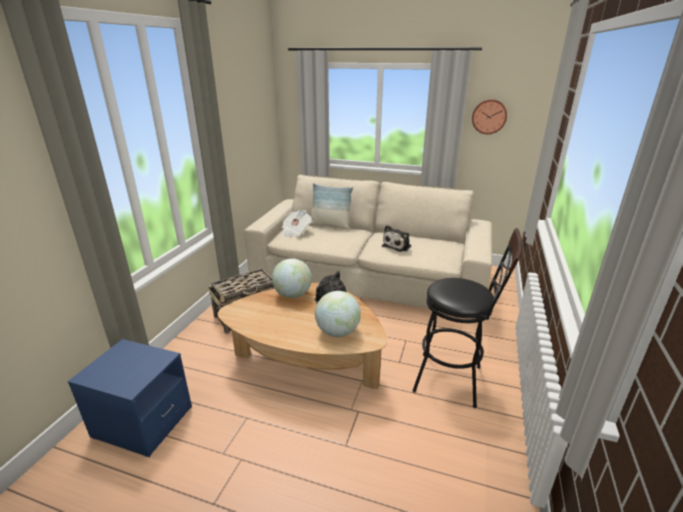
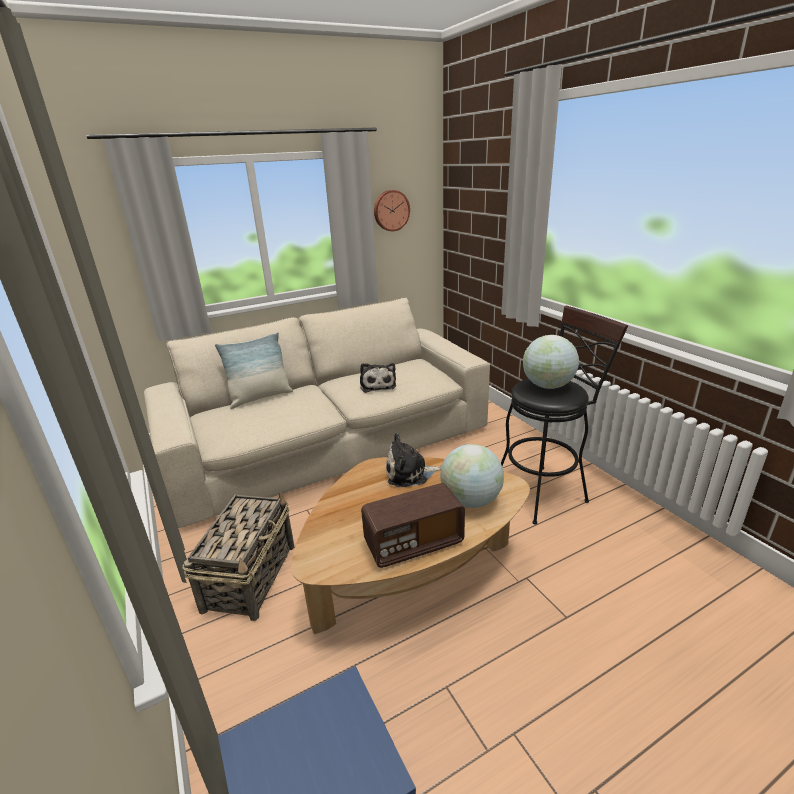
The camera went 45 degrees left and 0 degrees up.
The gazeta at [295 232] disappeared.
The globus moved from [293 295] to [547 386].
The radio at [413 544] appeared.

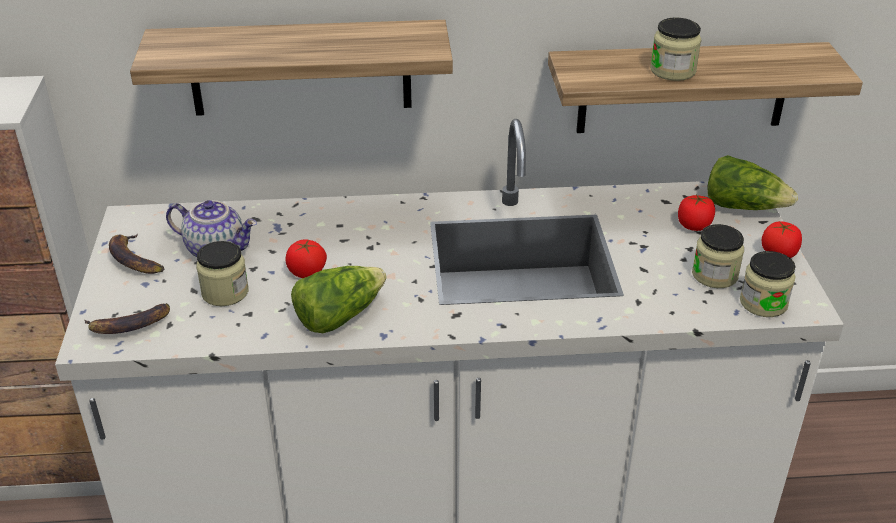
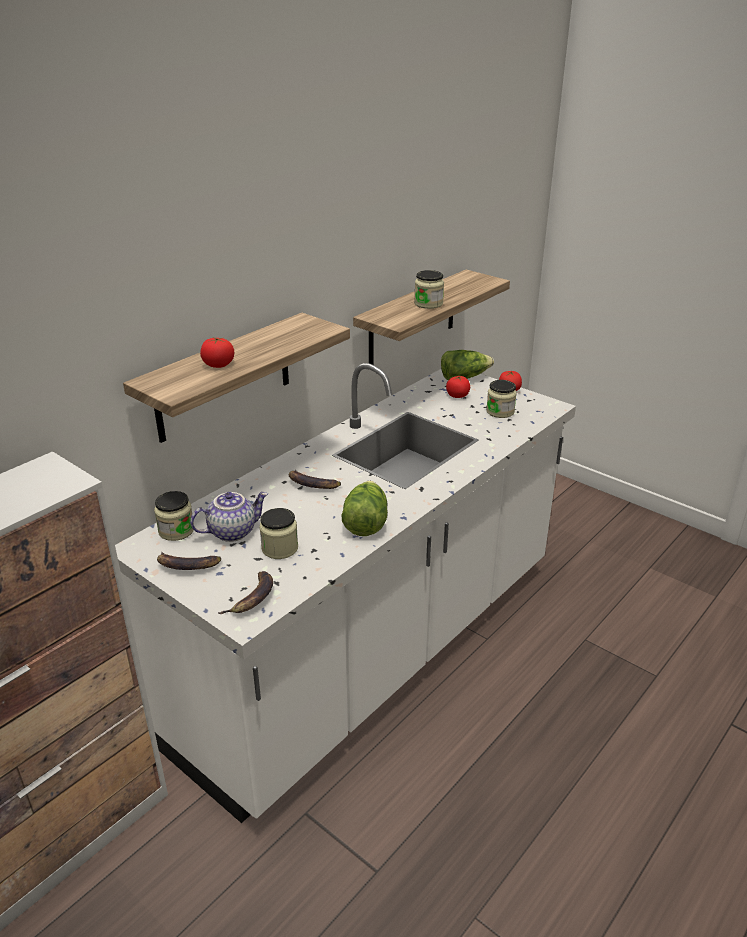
The camera went 45 degrees left and 5 degrees down.
The pomidor moved from [307 272] to [218 364].
The słoik moved from [763 303] to [176 530].
The banan at [311 484] appeared.

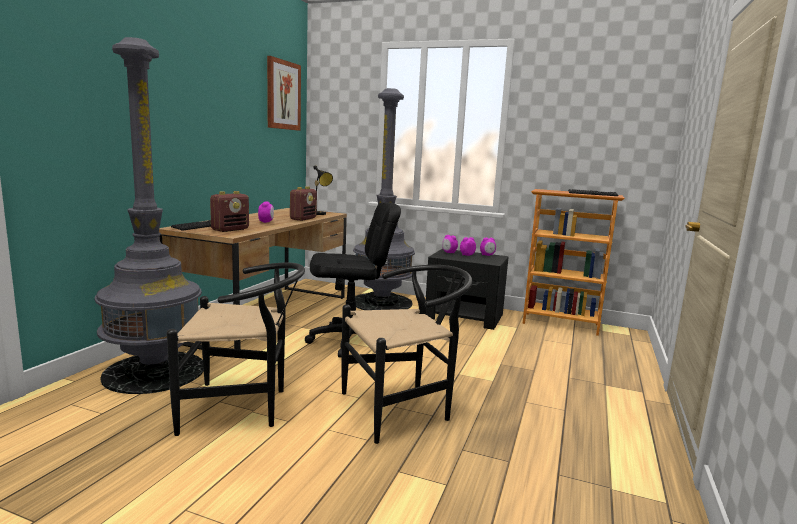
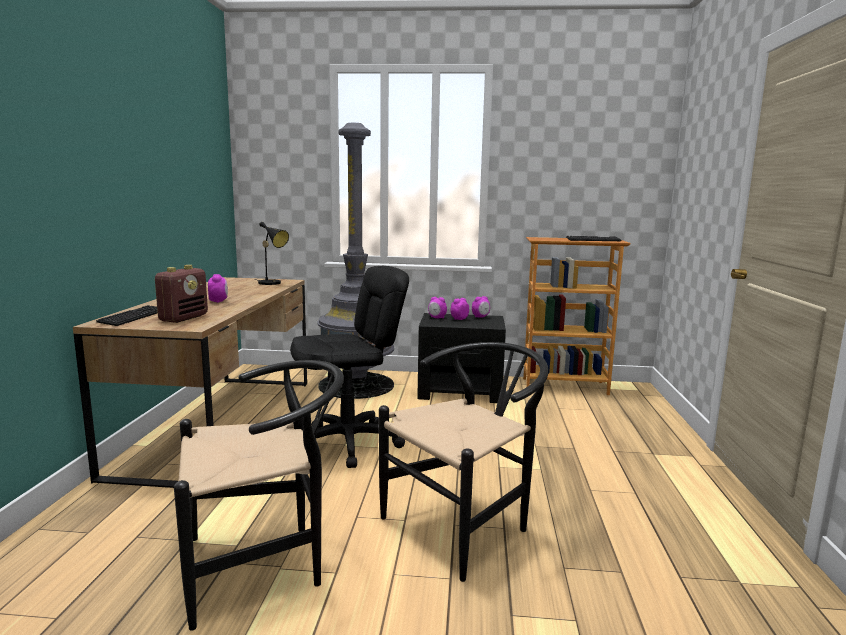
The camera went 15 degrees left and 0 degrees up.
The lampa stojąca (szary) at [154 371] disappeared.
The obraz at [283 95] disappeared.
The radio at [303 219] disappeared.

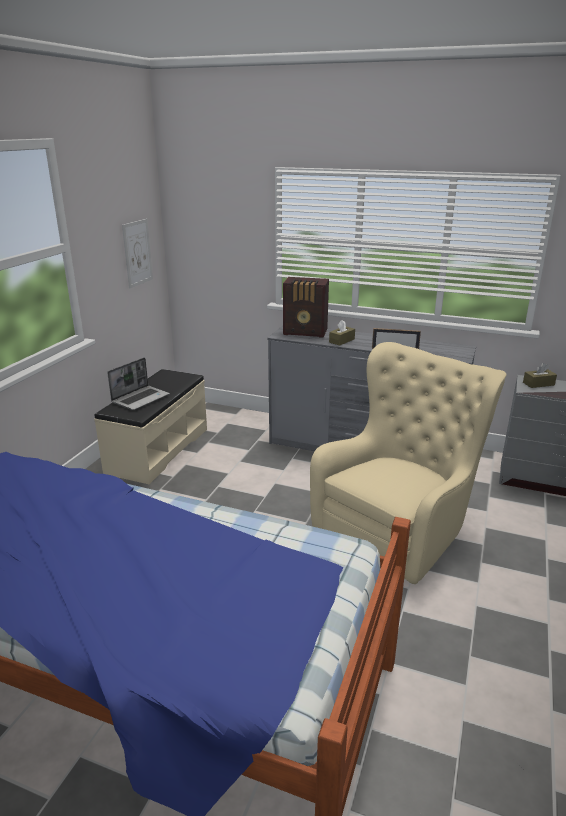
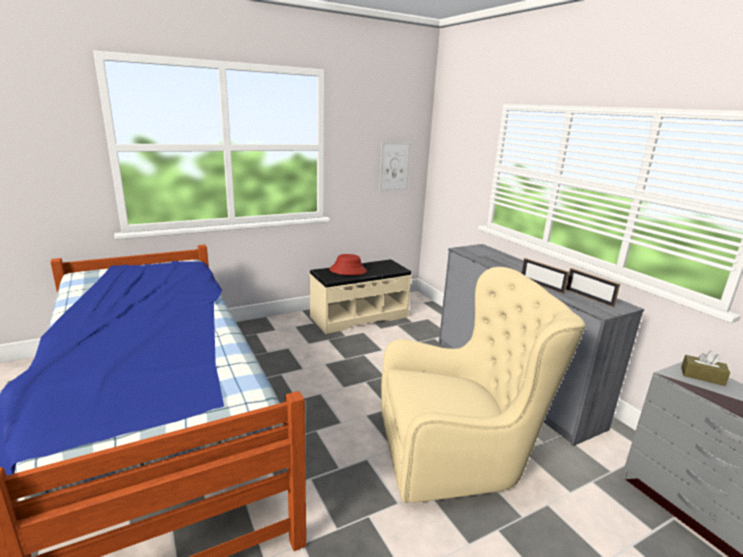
The camera went 40 degrees right and 5 degrees down.
The radio at [306 332] disappeared.
The pudełko chusteczek (brązowy) at [341 341] disappeared.
The laptop at [141 398] was replaced by the kapelusz (czerwony) at [348 270].
The ramka na zdjęcie at [588 298] appeared.

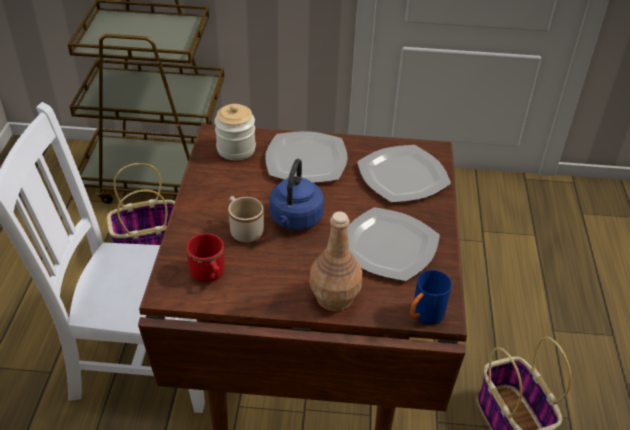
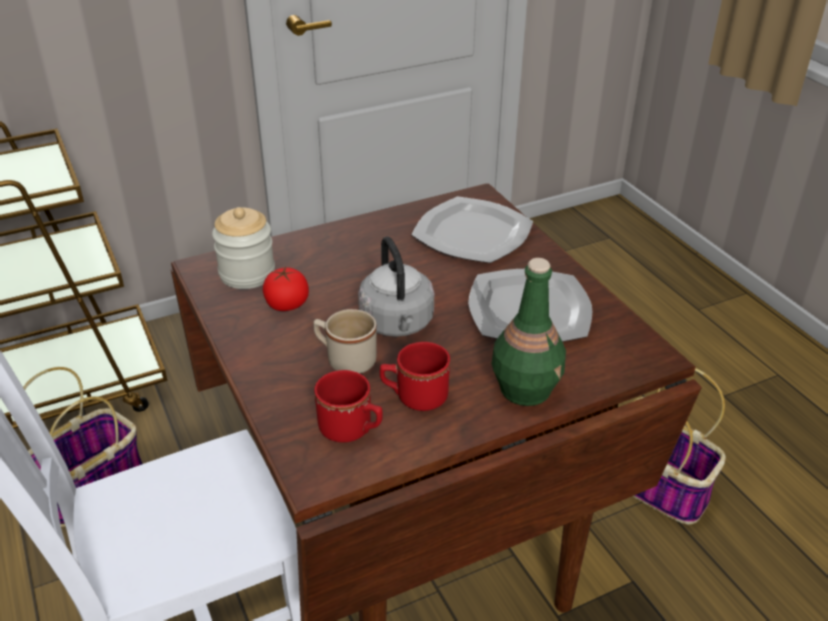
The camera went 30 degrees left and 5 degrees down.
The talerz at [307 159] disappeared.
The czajnik (niebieski) at [295 220] became the czajnik (szary) at [397 324].
The butelka (brązowy) at [335 297] became the butelka (zielony) at [525 388].
The kubek (niebieski) at [424 316] disappeared.
The pomidor at [287 305] appeared.
The kubek (czerwony) at [414 397] appeared.

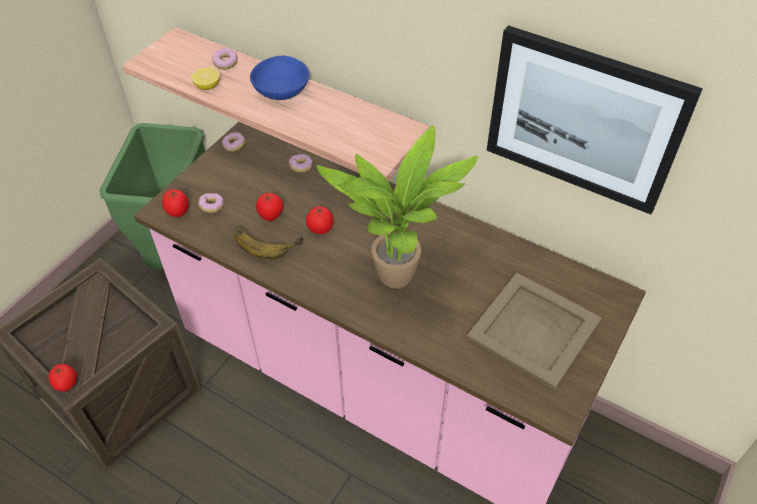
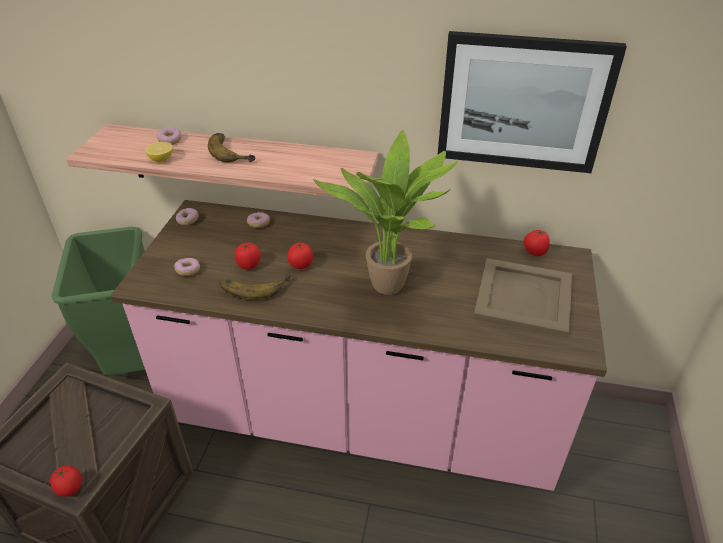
The camera went 20 degrees left and 10 degrees down.
The miska (niebieski) at [281 91] was replaced by the banan at [233 151].
The pomidor moved from [178 212] to [534 252].

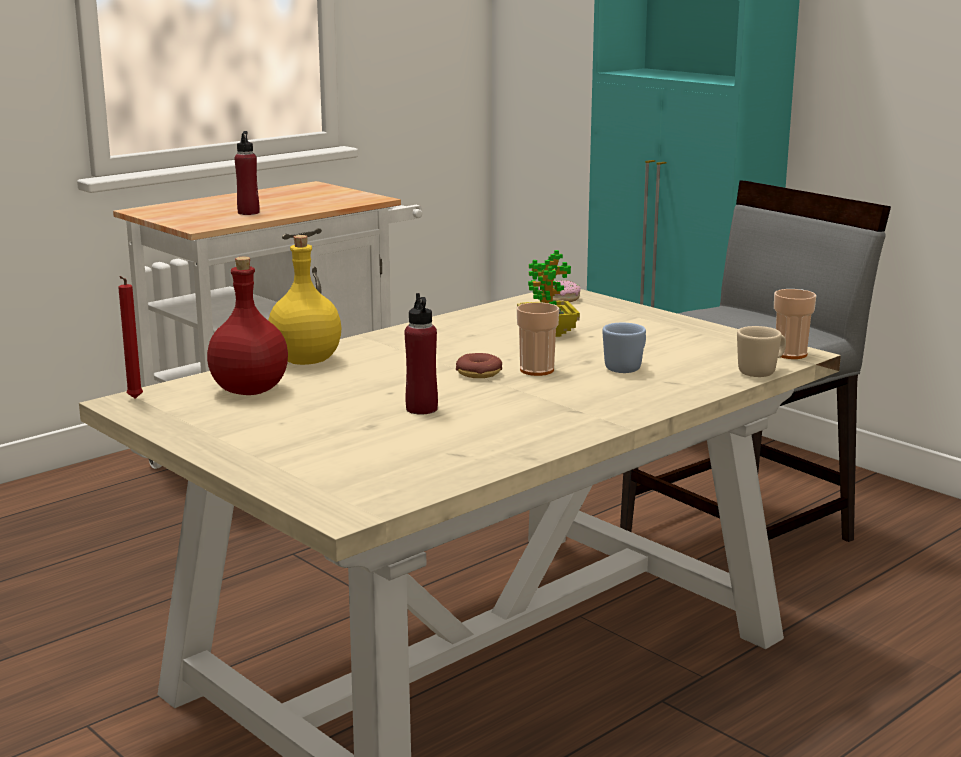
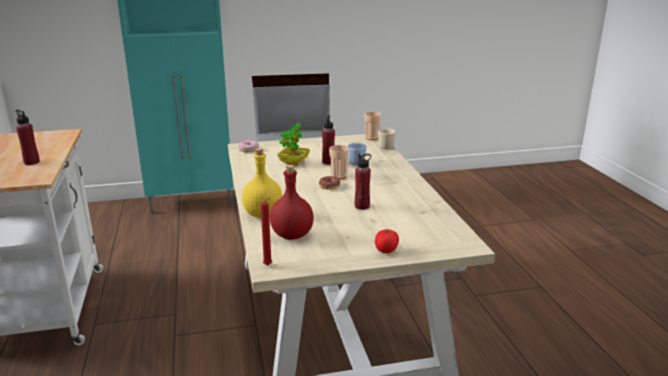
The camera went 60 degrees left and 5 degrees up.
The butelka (czerwony) at [328 162] appeared.
The pomidor at [386 250] appeared.

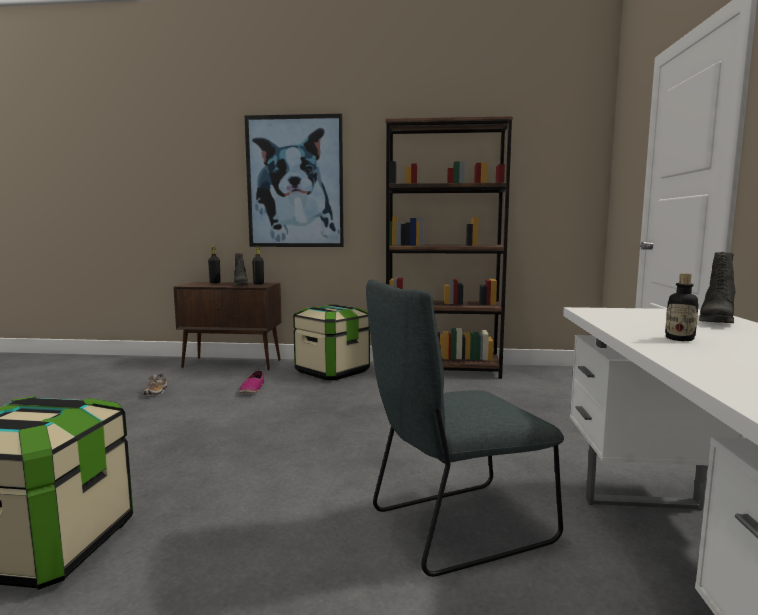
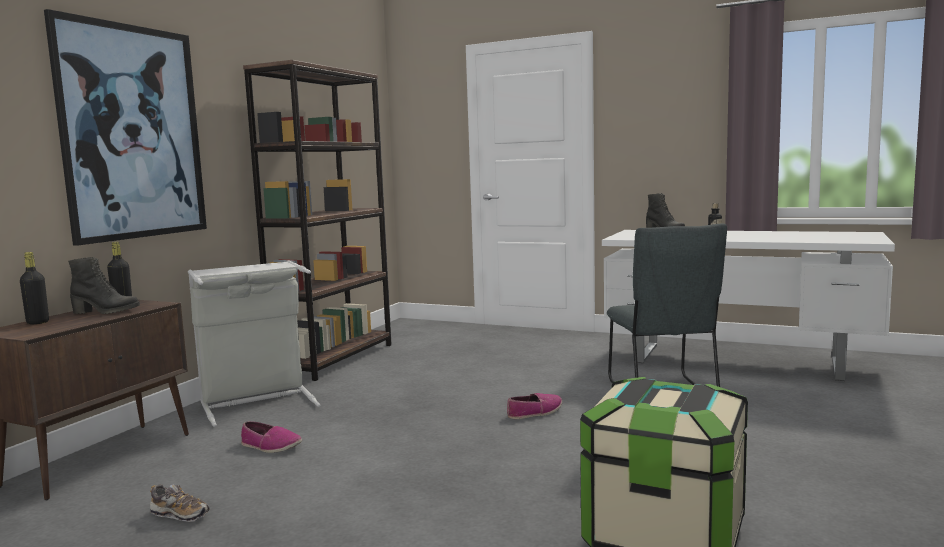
The camera went 70 degrees left and 0 degrees up.
The pojemnik do przechowywania at [332 371] was replaced by the kosz na pranie (szary) at [257 401].
The but at [535 412] appeared.

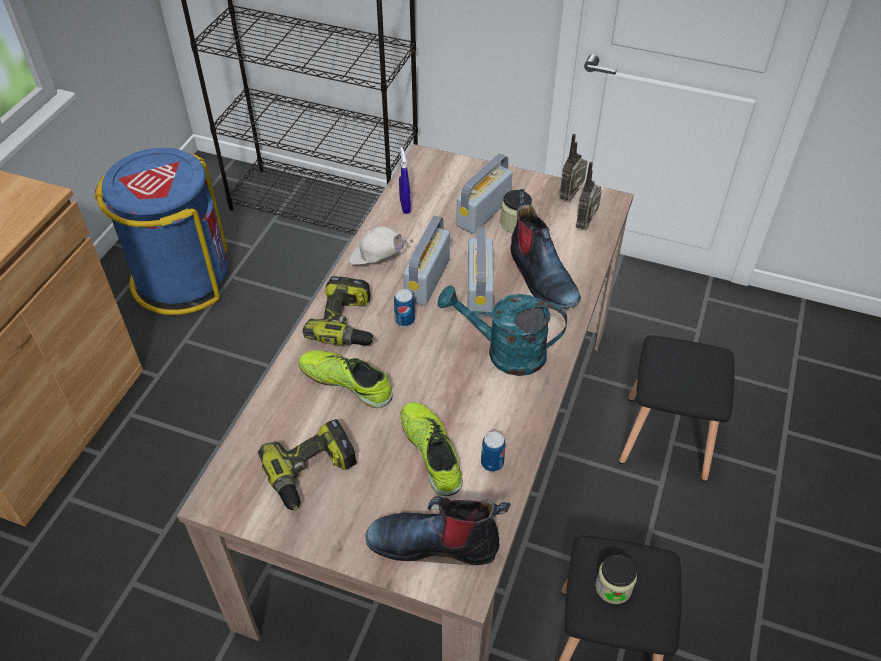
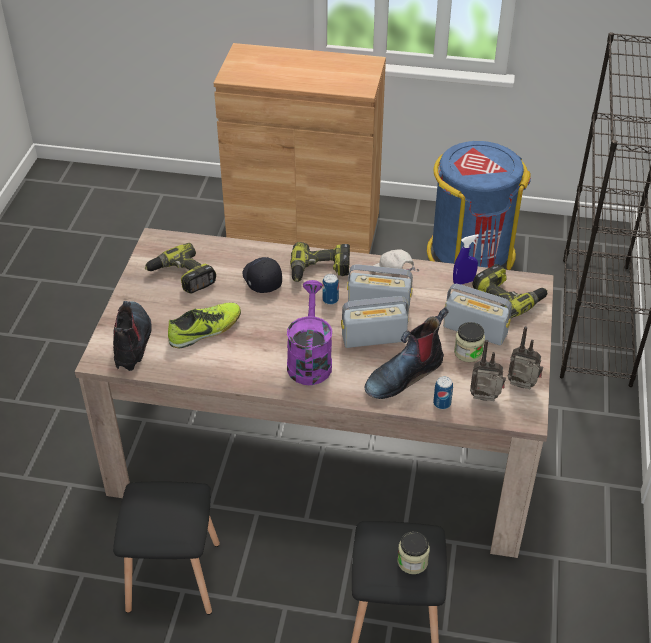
The camera went 80 degrees right and 5 degrees down.
The czapka z daszkiem (biały) at [377 260] turned 45 degrees counterclockwise.
The konewka (turkusowy) at [505 352] became the konewka (fioletowy) at [309 360].
The but at [346 383] was replaced by the czapka z daszkiem (czarny) at [261 279].
The puszka moved from [492 463] to [442 403].
The słoik moved from [613 587] to [412 561].
The wiertarka at [508 298] appeared.

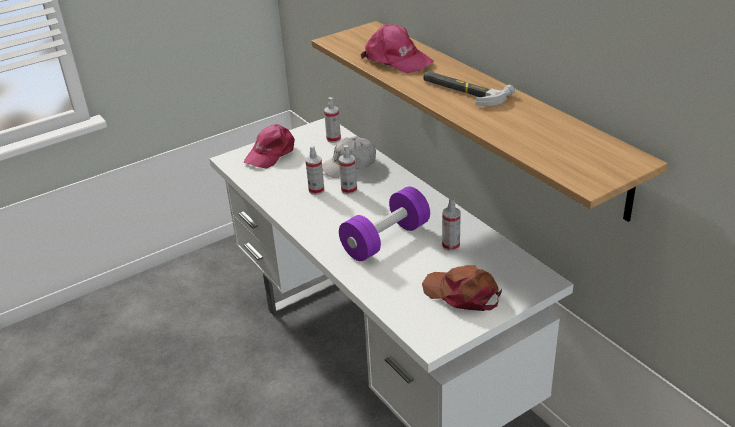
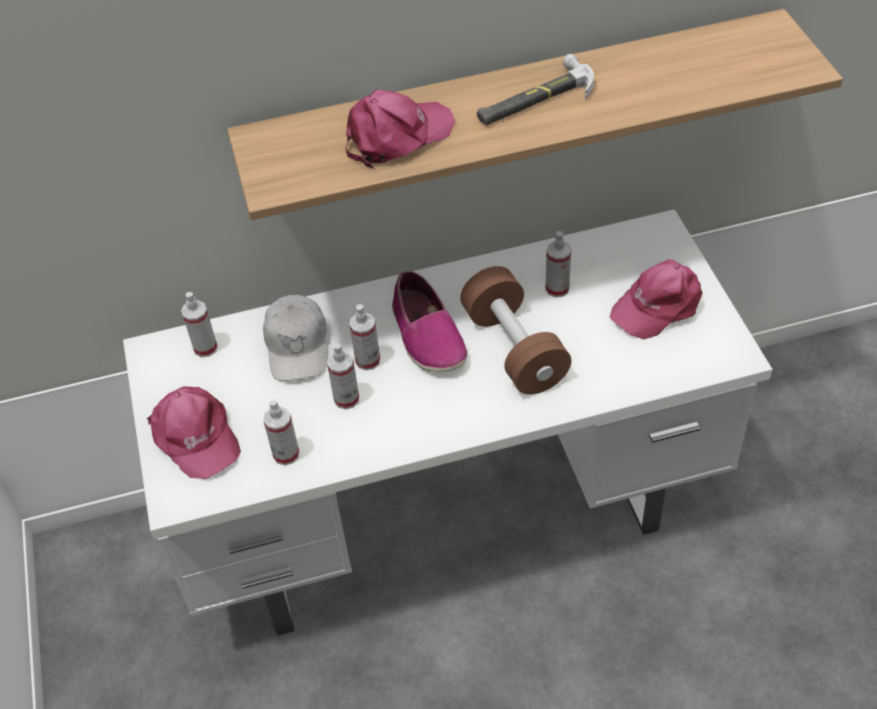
The camera went 70 degrees left and 15 degrees up.
The hantel (fioletowy) at [385 240] became the hantel (brązowy) at [514 349].
The czapka z daszkiem (brązowy) at [462 294] became the czapka z daszkiem (różowy) at [658 305].
The but at [427 336] appeared.
The spryskiwacz at [286 454] appeared.

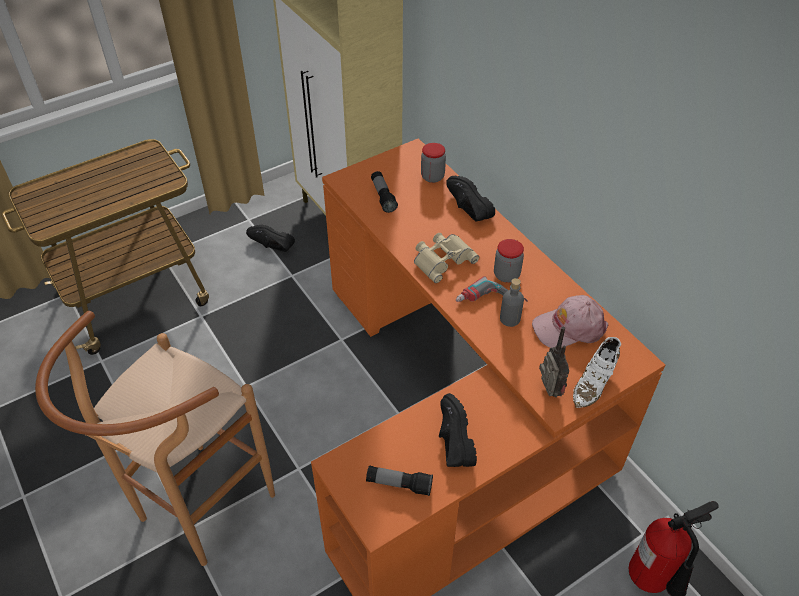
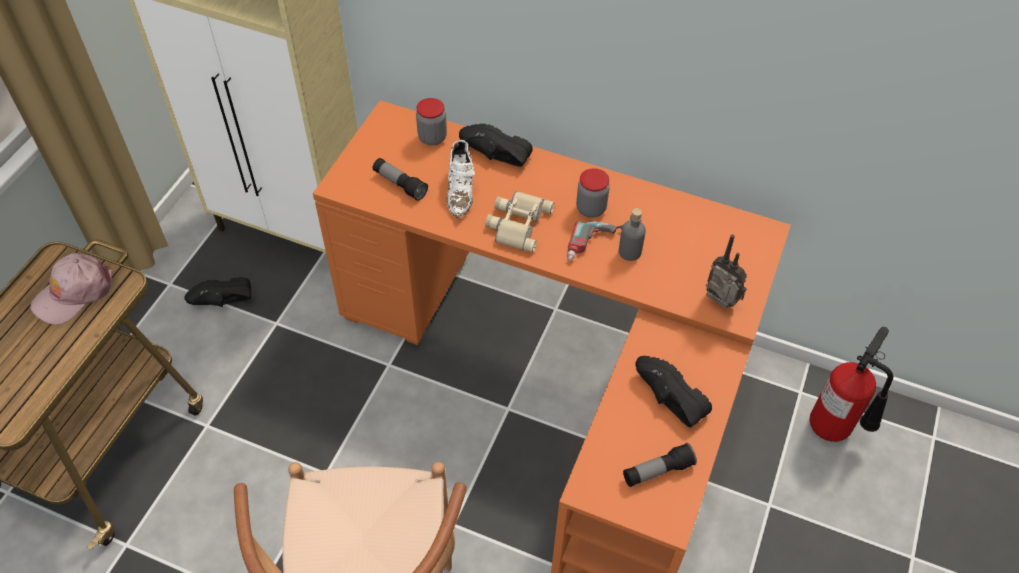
The camera went 35 degrees left and 5 degrees up.
The czapka z daszkiem (różowy) moved from [569 327] to [74 293].
The but (biały) moved from [595 382] to [461 190].

